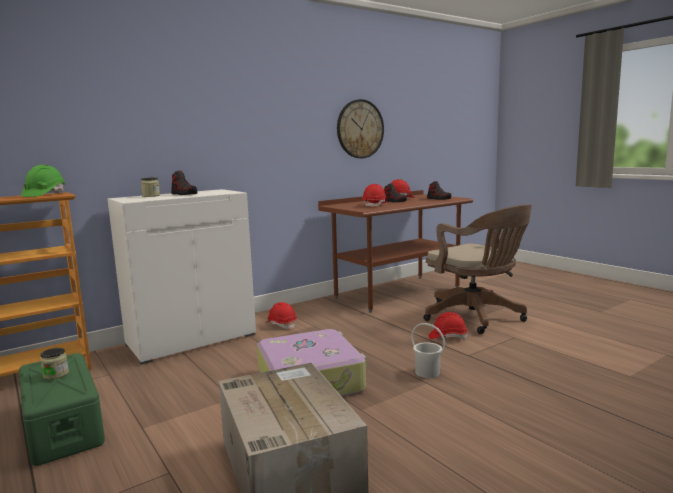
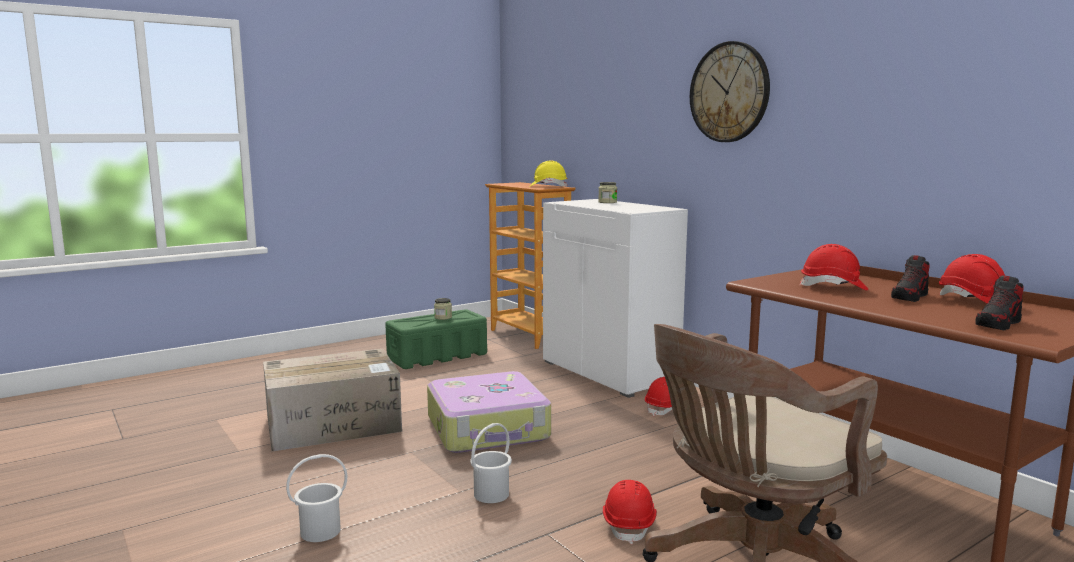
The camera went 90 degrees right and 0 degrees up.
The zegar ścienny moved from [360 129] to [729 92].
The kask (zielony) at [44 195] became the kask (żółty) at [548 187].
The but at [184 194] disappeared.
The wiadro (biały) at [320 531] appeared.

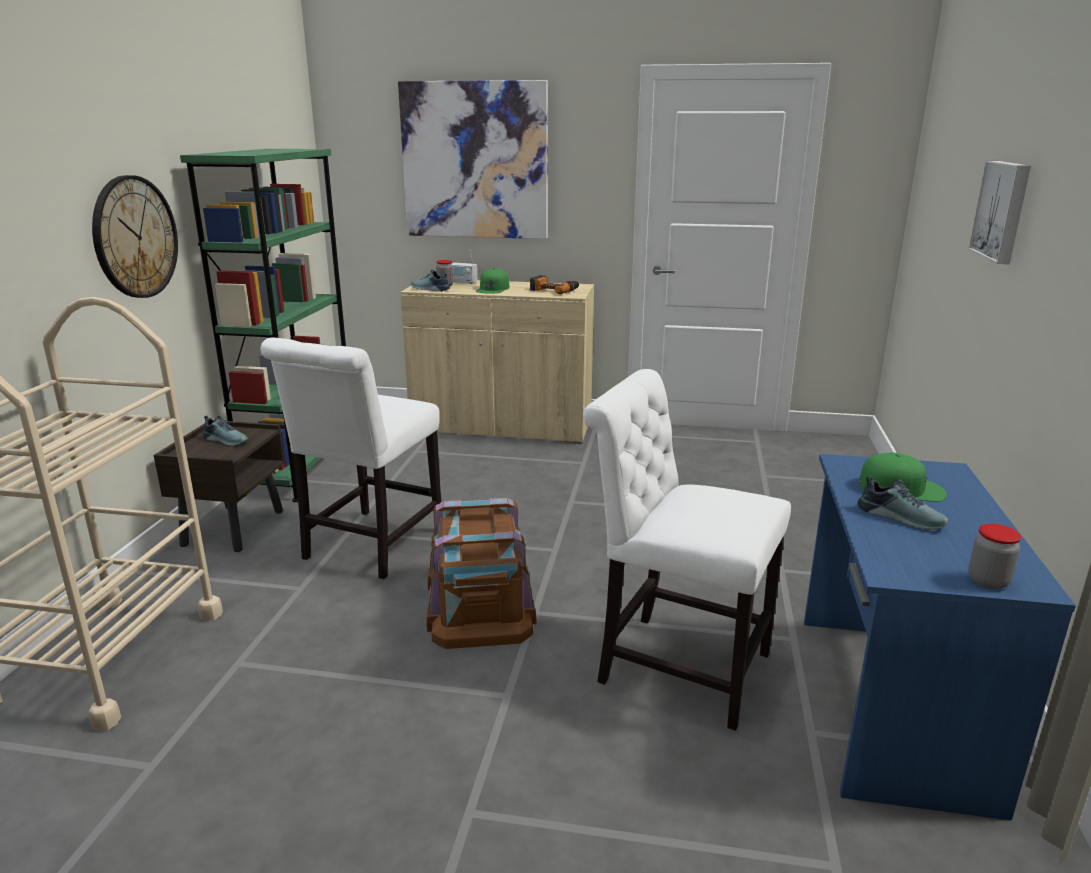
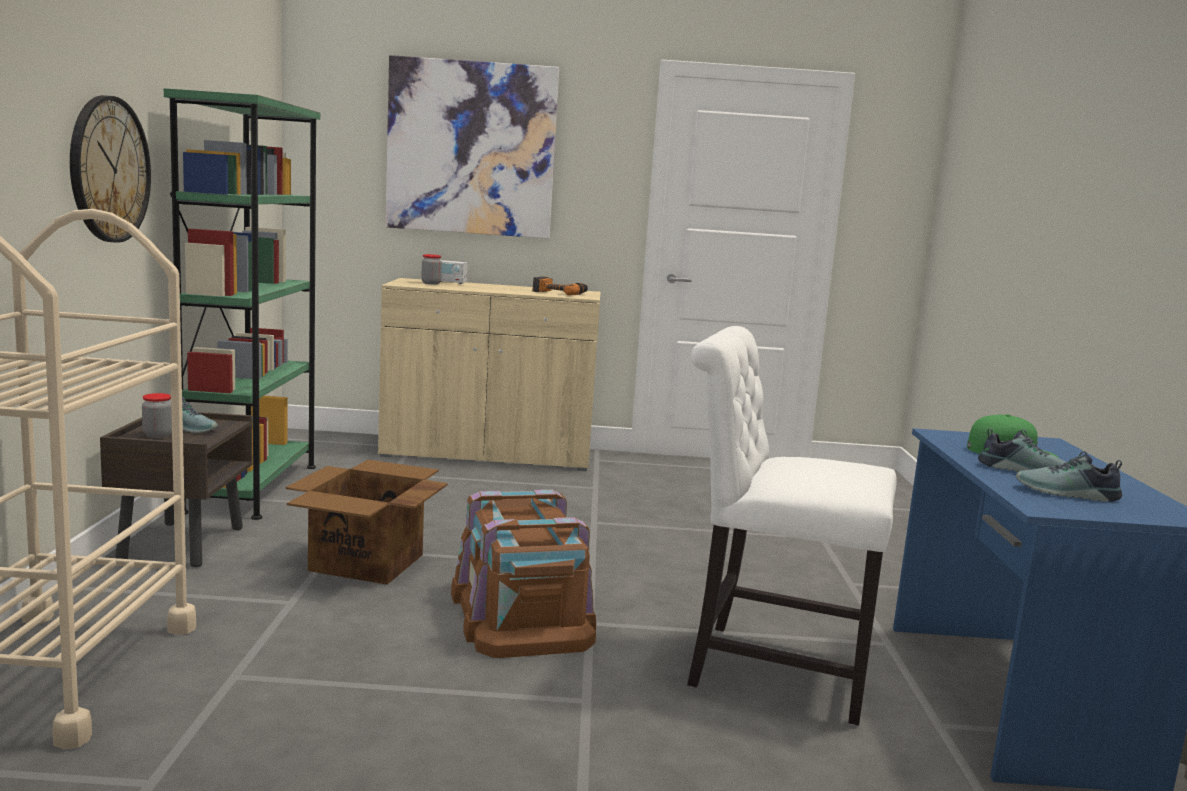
The camera went 10 degrees left and 10 degrees down.
The obraz at [1003 210] disappeared.
The czapka z daszkiem (zielony) at [493 289] disappeared.
The but moved from [429 289] to [1067 494].
The krzesło (biały) at [369 547] was replaced by the karton at [365 563].
The słoik moved from [988 581] to [158 435].

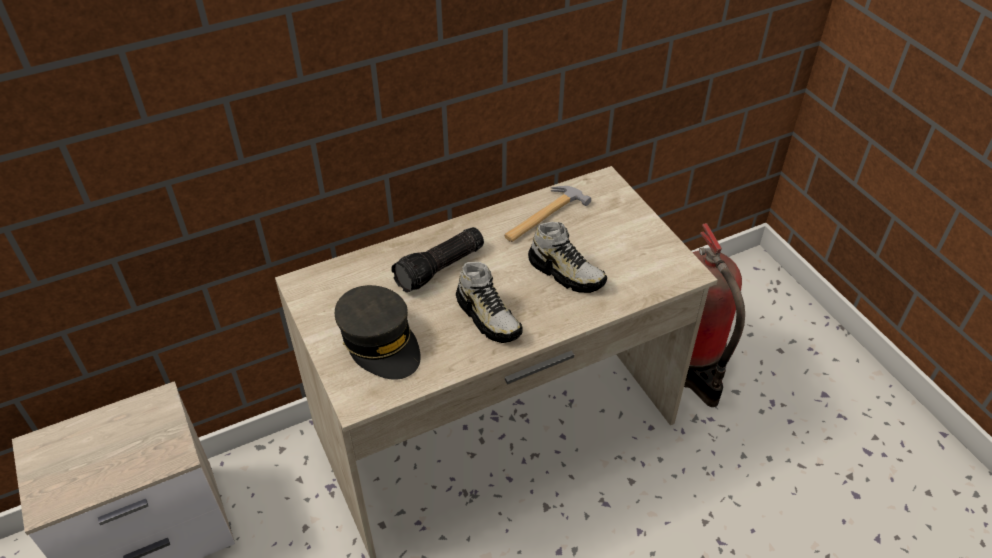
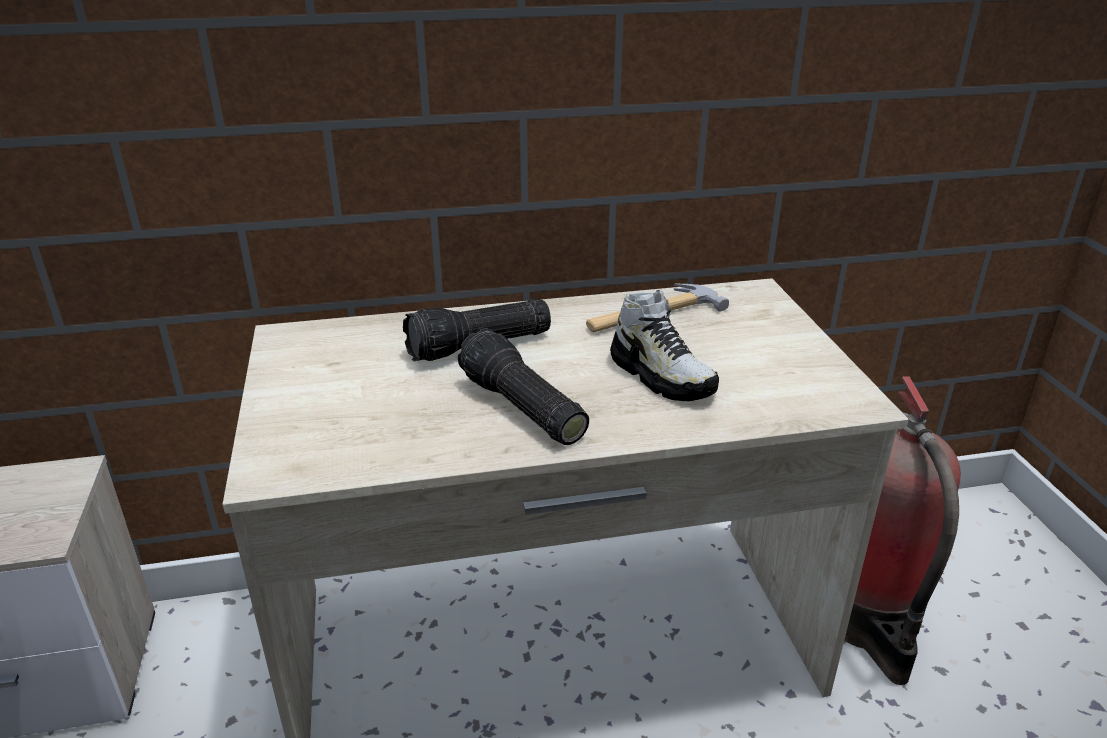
The camera went 15 degrees right and 15 degrees down.
The but at [488 317] was replaced by the latarka at [520 408].
The czapka z daszkiem (szary) at [380 342] disappeared.

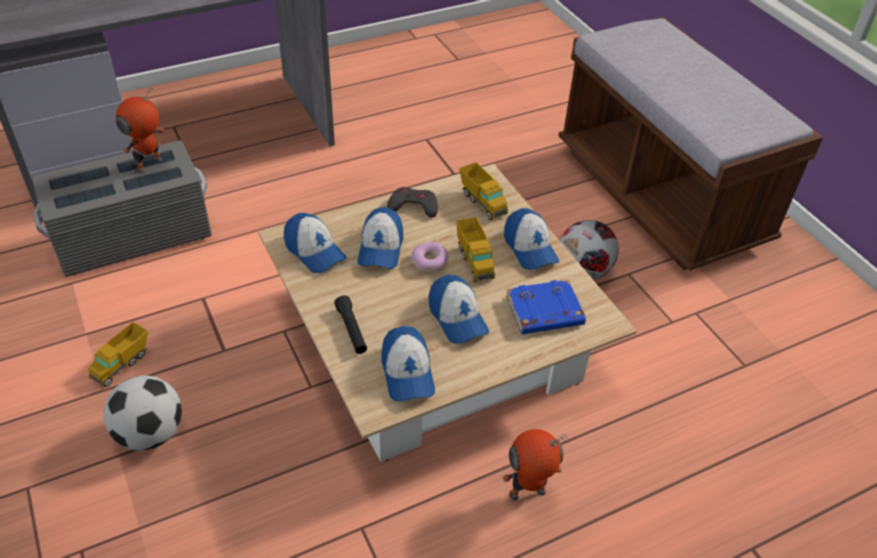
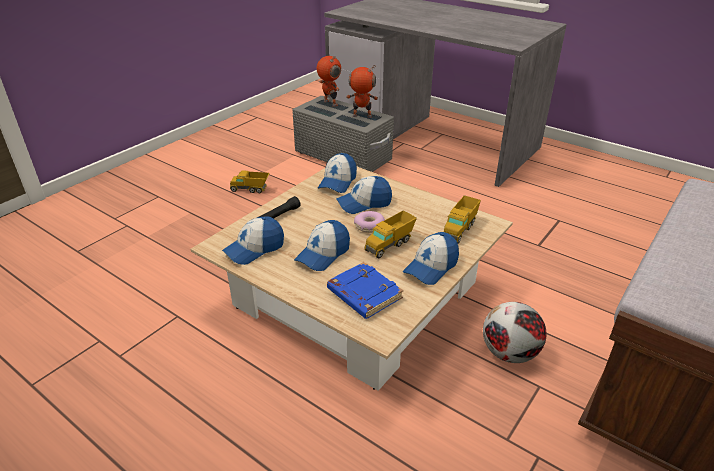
The camera went 65 degrees right and 10 degrees down.
The pad do gier (szary) at [413 206] disappeared.
The piłka futbolowa at [150 434] disappeared.
The robot zabawkowy moved from [527 494] to [329 103].

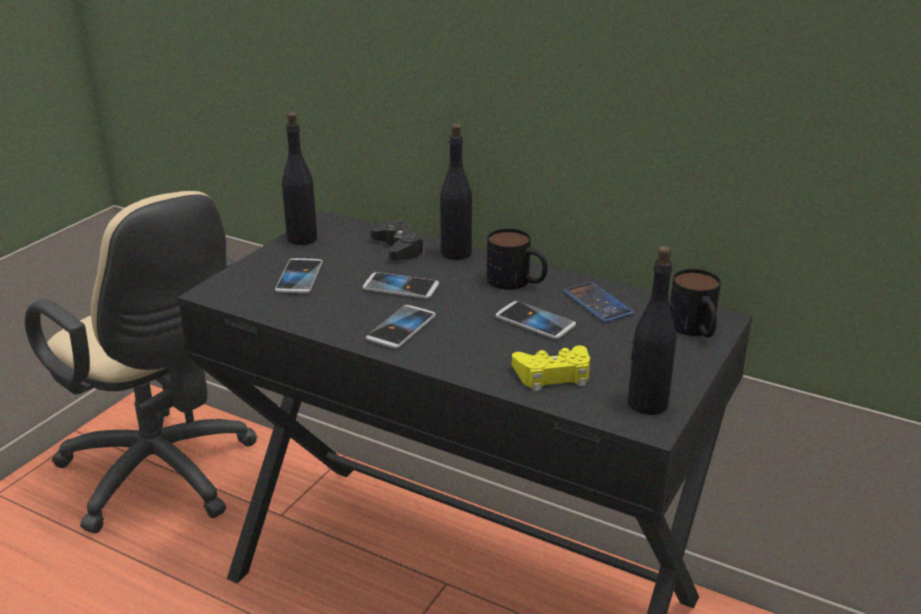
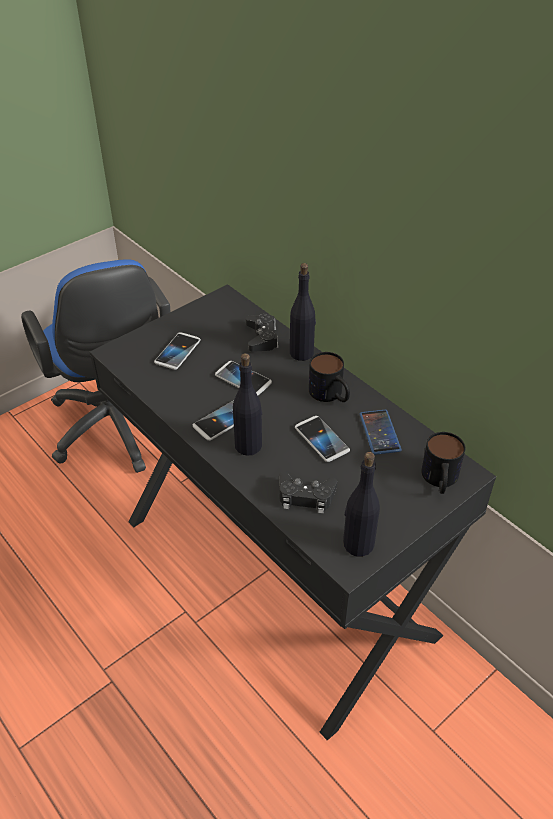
The camera went 20 degrees right and 15 degrees up.
The butelka (czarny) moved from [302 238] to [248 445].
The krzesło biurowe (beżowy) at [164 476] became the krzesło biurowe (niebieski) at [117 430].
The pad do gier (żółty) at [553 375] became the pad do gier (czarny) at [305 496].

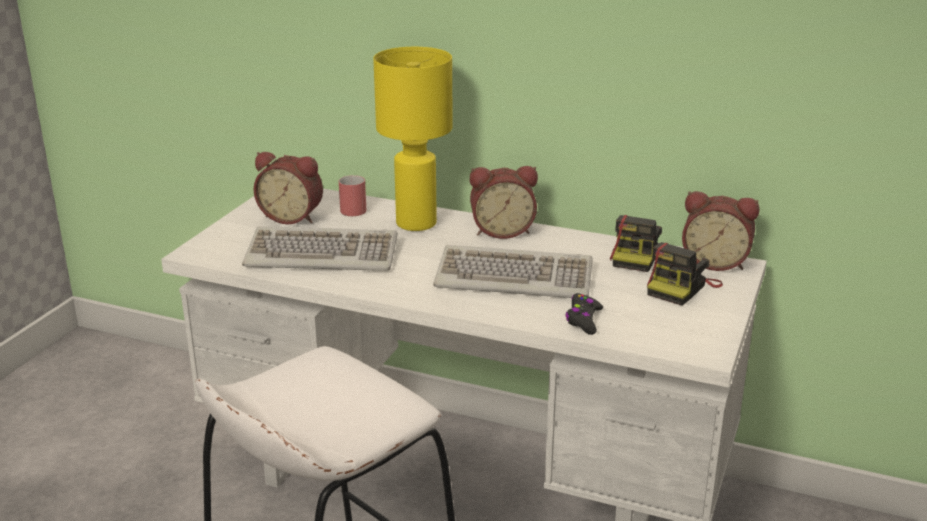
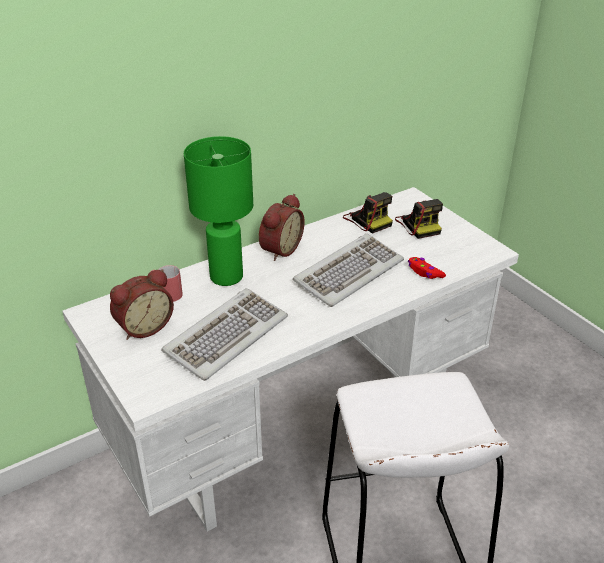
The camera went 55 degrees left and 10 degrees up.
The lampa stołowa (żółty) at [417 223] became the lampa stołowa (zielony) at [227 276].
The budzik at [715 262] disappeared.
The pad do gier (czarny) at [583 320] became the pad do gier (czerwony) at [424 272].

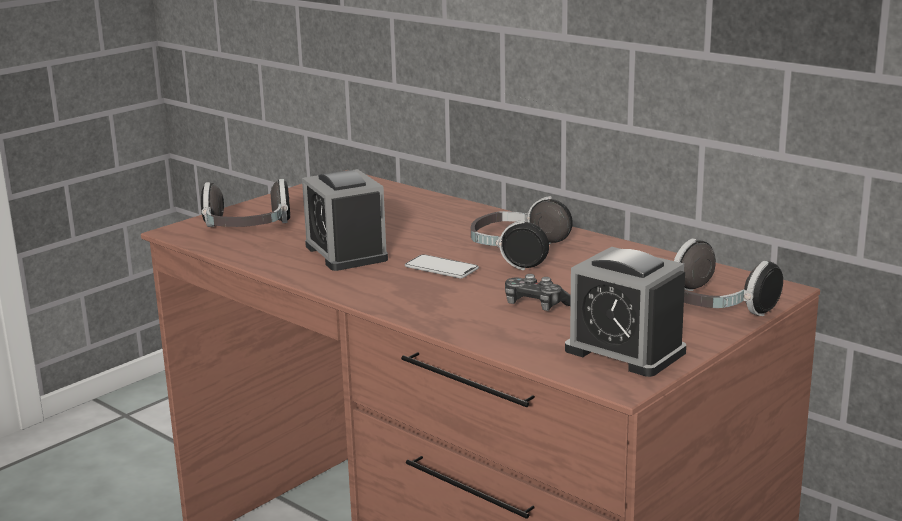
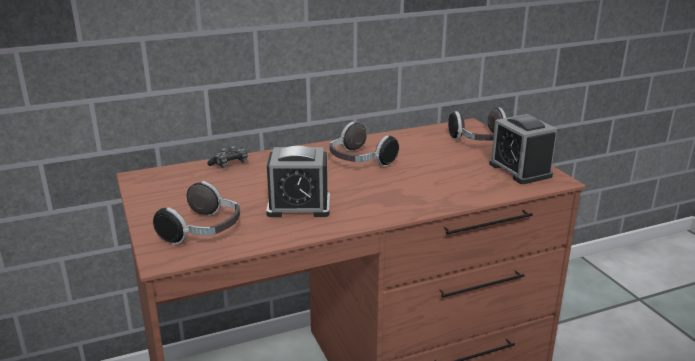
The camera went 65 degrees left and 5 degrees up.
The budzik at [625 351] turned 90 degrees clockwise.
The telefon at [441 268] disappeared.
The pad do gier moved from [535 305] to [230 164].

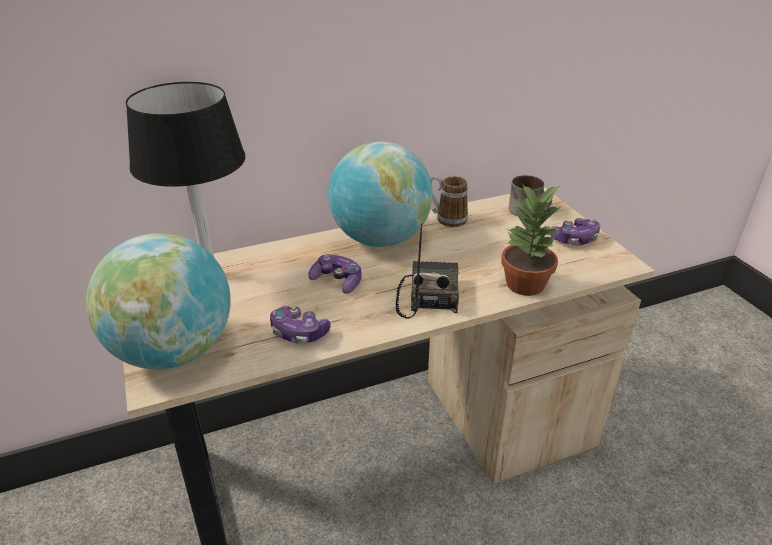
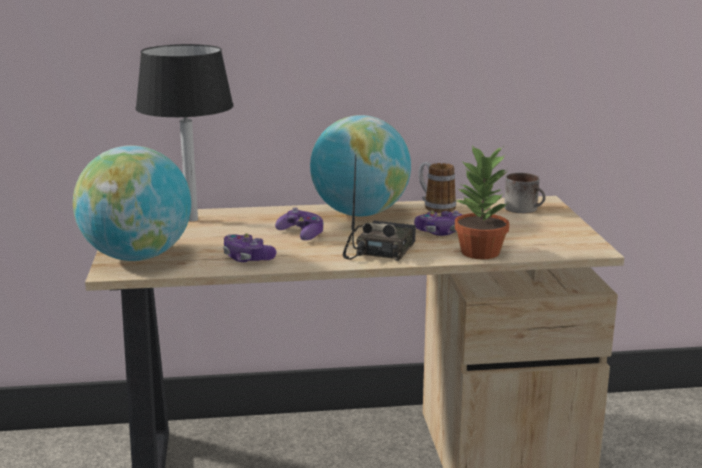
The camera went 15 degrees right and 15 degrees down.
The pad do gier moved from [574 239] to [440 232].

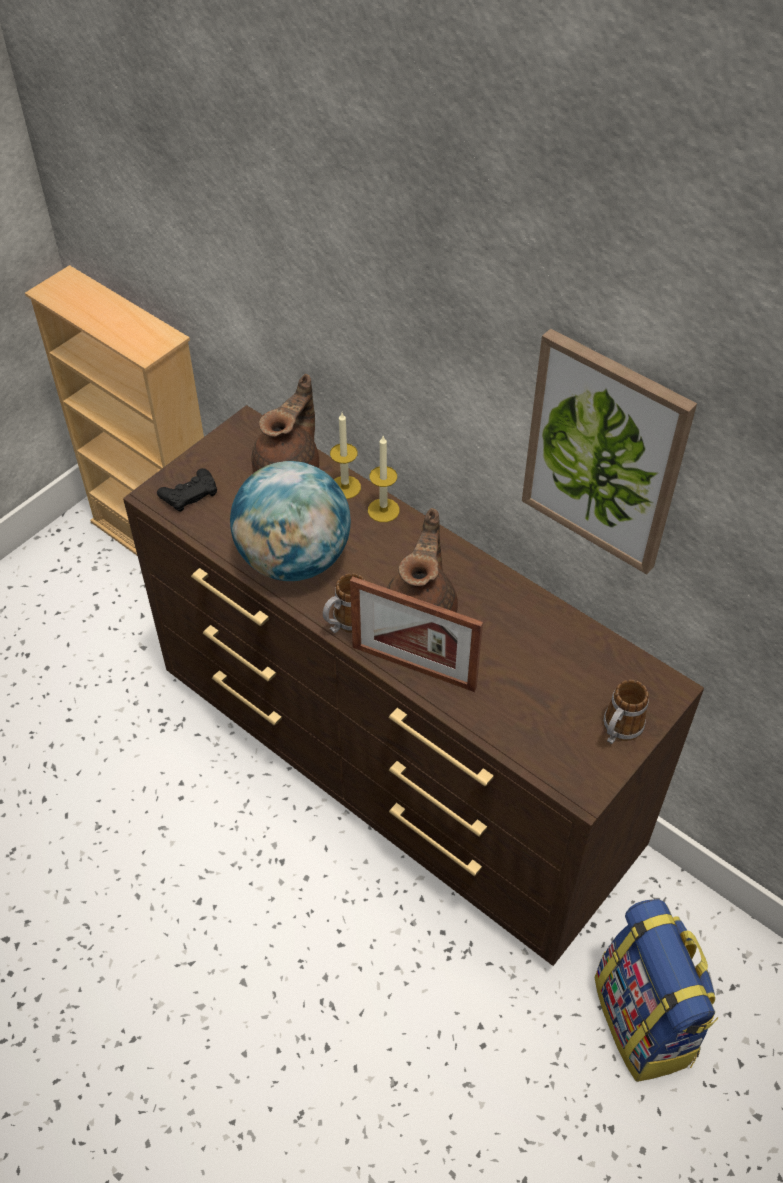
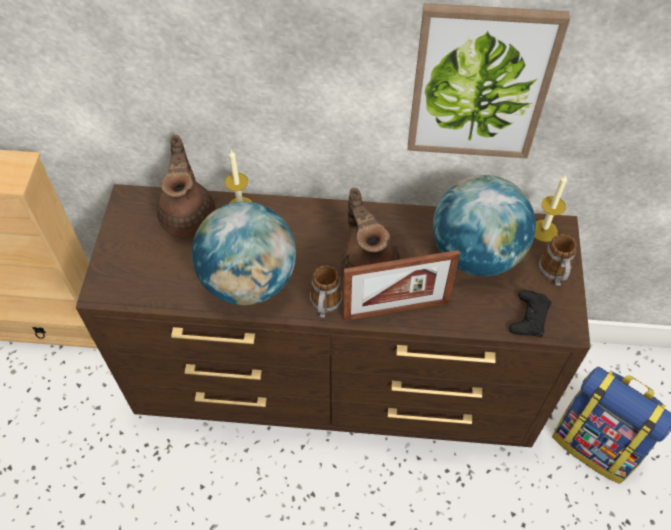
The camera went 35 degrees left and 5 degrees up.
The świeca moved from [383 510] to [544 230].
The pad do gier (czarny) moved from [189 494] to [529 317].
The globus at [476 254] appeared.

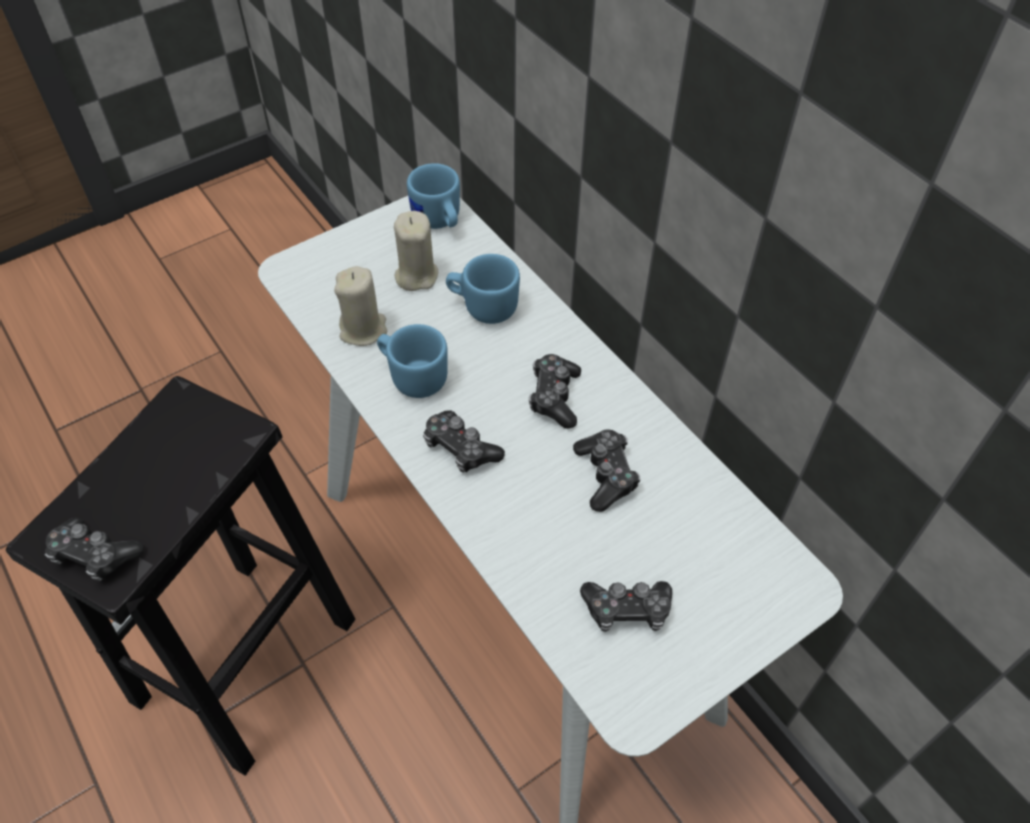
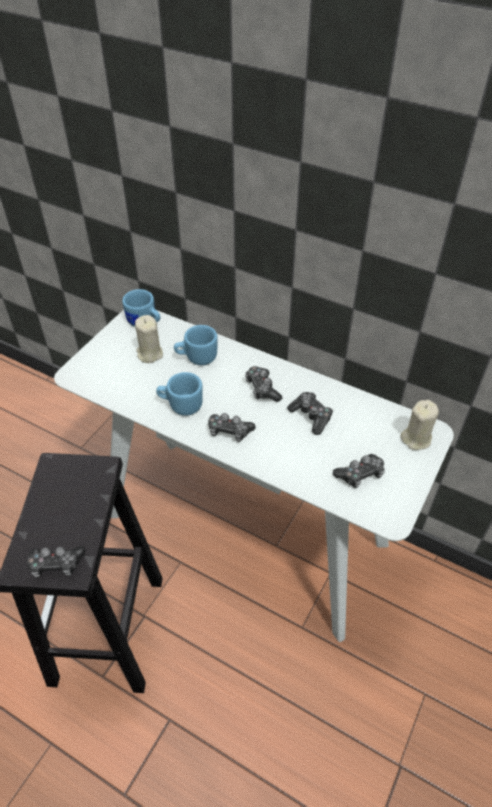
The camera went 25 degrees left and 5 degrees down.
The świeca (beżowy) moved from [363 329] to [416 438].

